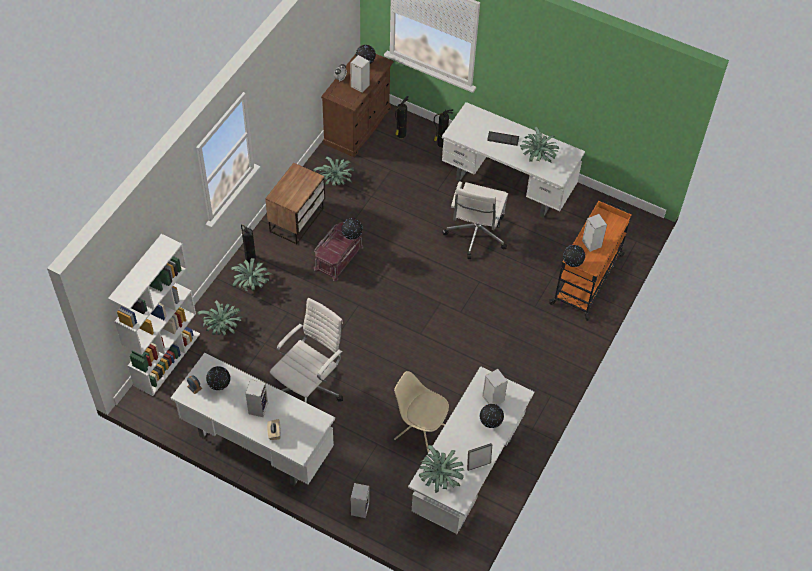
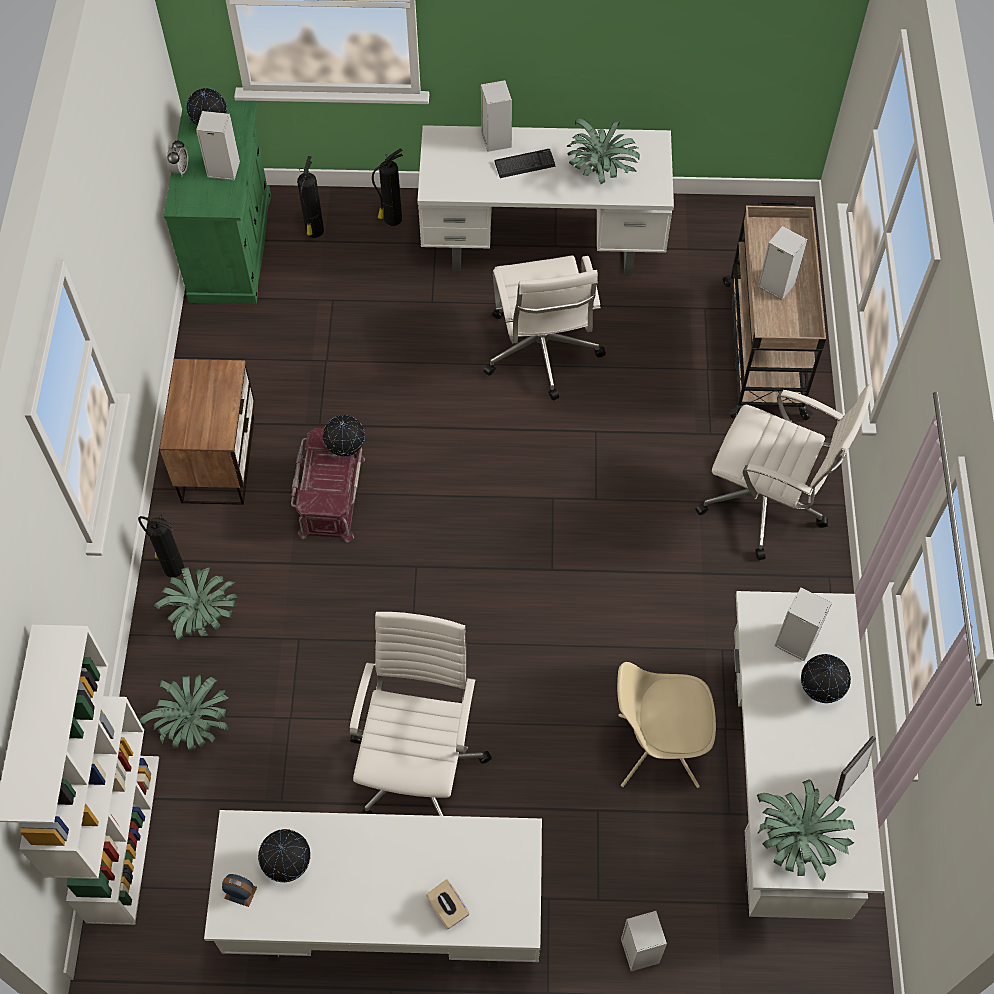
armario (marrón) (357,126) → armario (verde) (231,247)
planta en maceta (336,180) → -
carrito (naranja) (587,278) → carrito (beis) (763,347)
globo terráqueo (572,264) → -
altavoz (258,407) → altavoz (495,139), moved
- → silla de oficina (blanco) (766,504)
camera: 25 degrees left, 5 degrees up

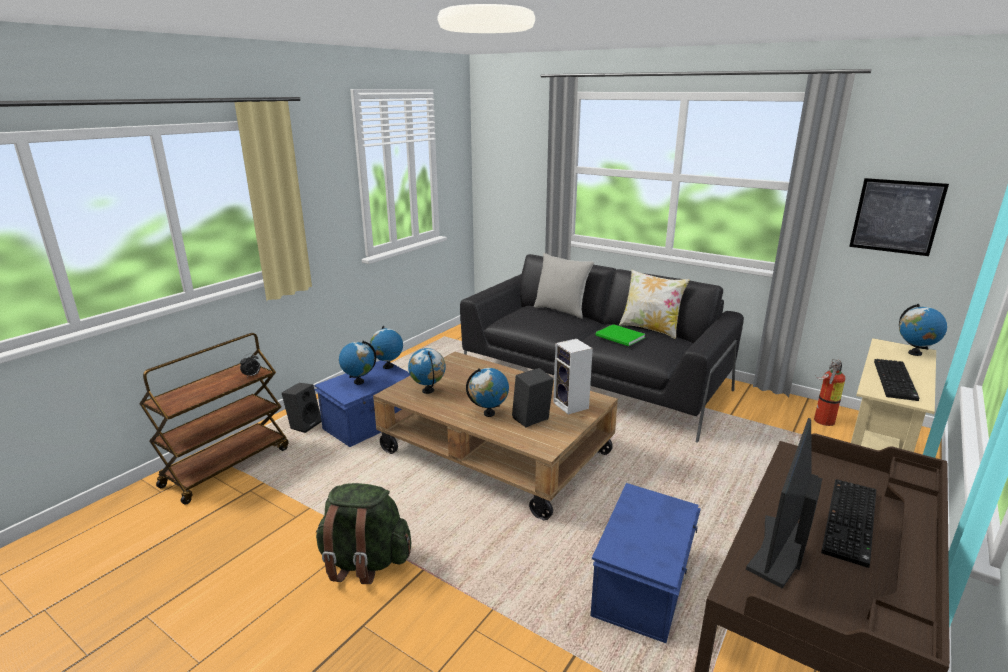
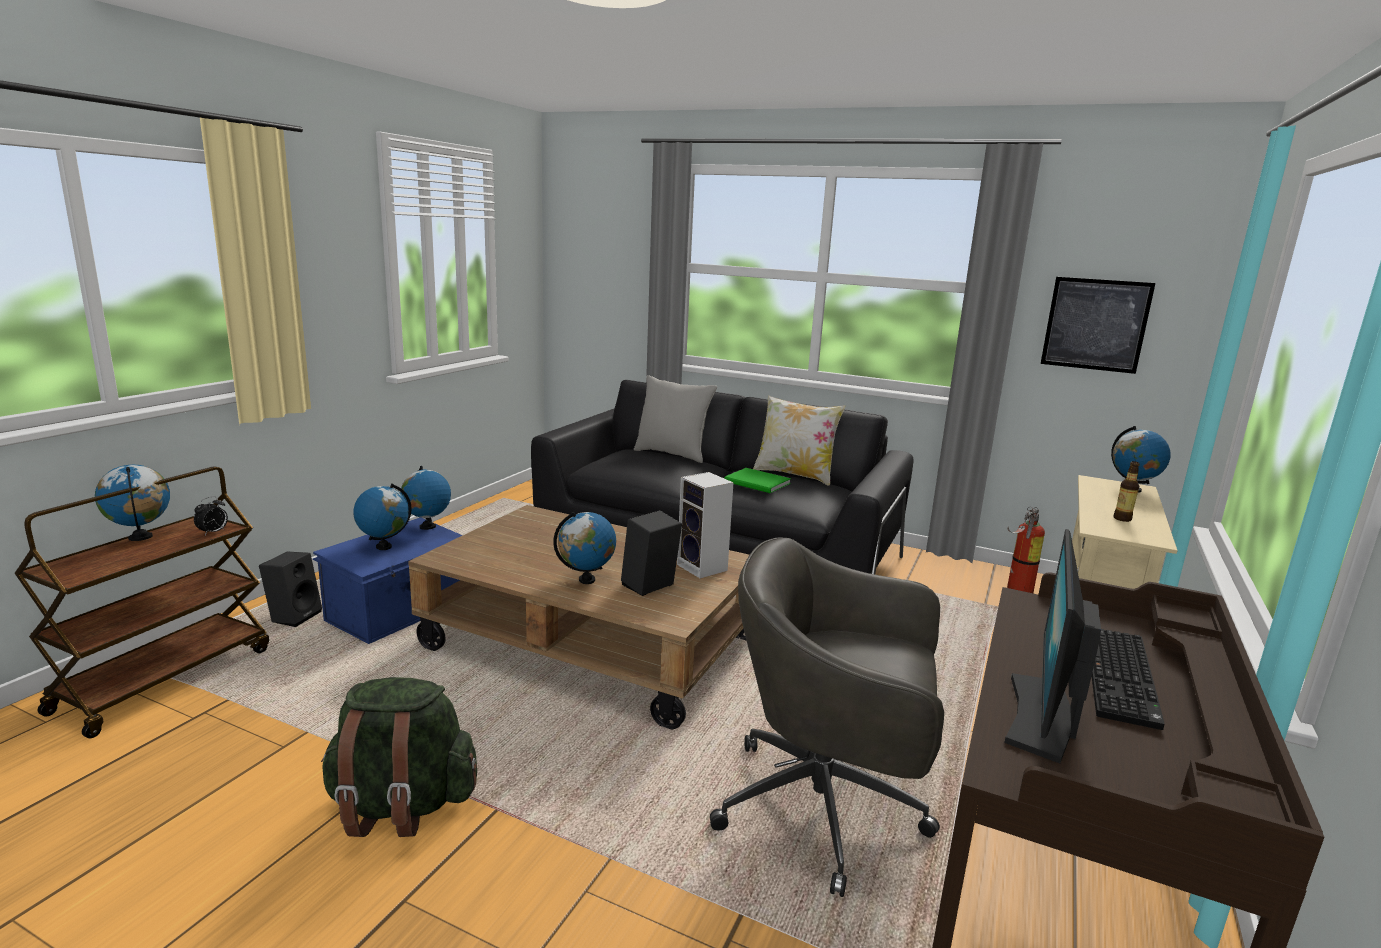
globo terráqueo (428,391) → globo terráqueo (141,537), moved
teclado (896,381) → botella (1122,519)
caja de almacenaje (azul) (644,586) → silla de oficina (gris) (826,809)
camera: 10 degrees left, 5 degrees down

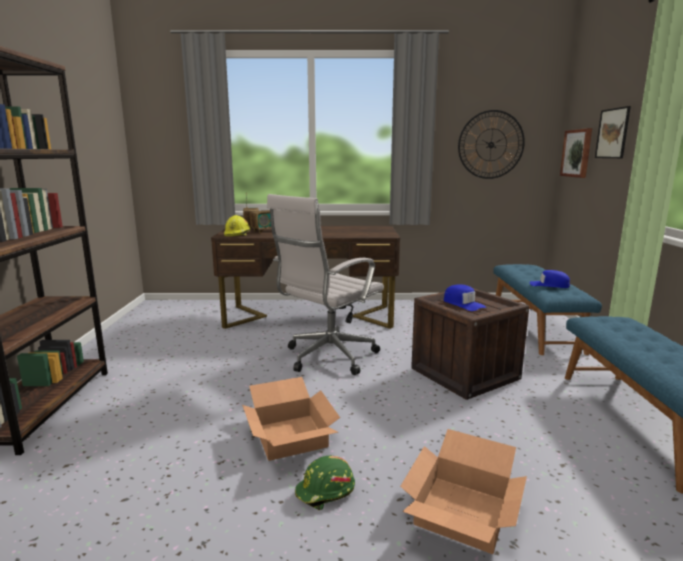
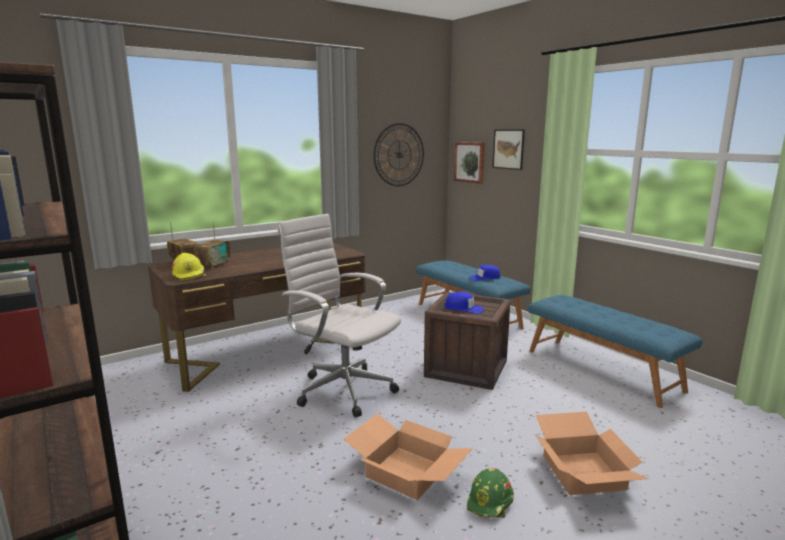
silla de oficina (blanco) (327,357) → silla de oficina (blanco) (342,389), 120 degrees clockwise
camera: 35 degrees left, 0 degrees up

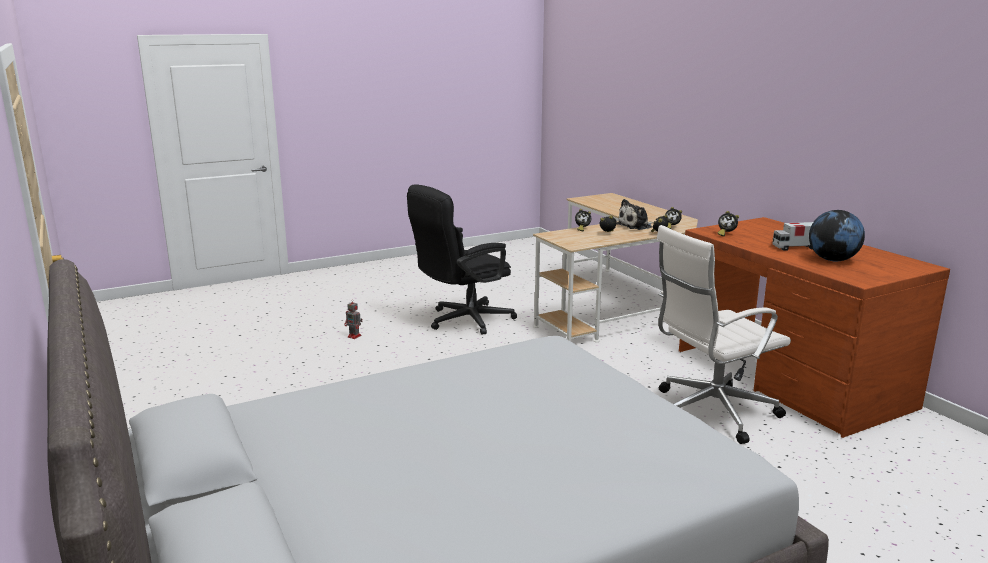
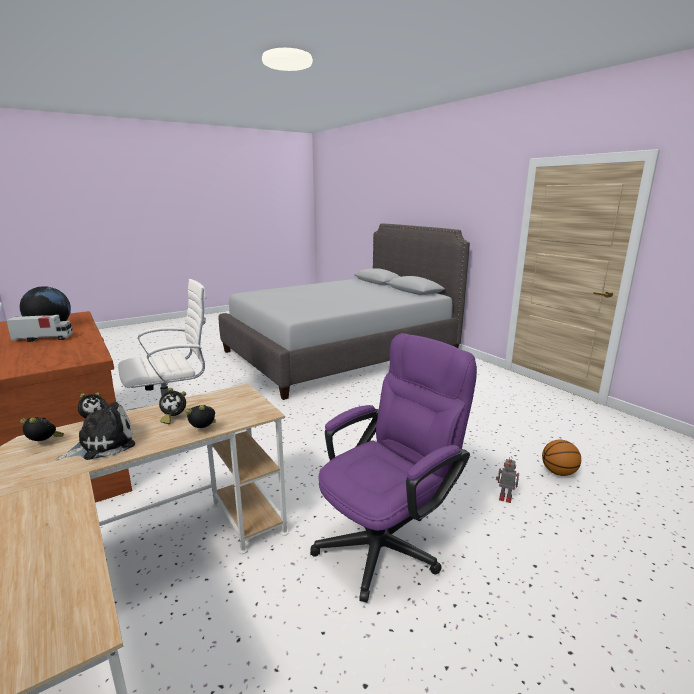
silla de oficina (negro) (463,321) → silla de oficina (morado) (388,541)
despertador (726,234) → -
- → balón de baloncesto (558,472)
camera: 175 degrees right, 0 degrees up

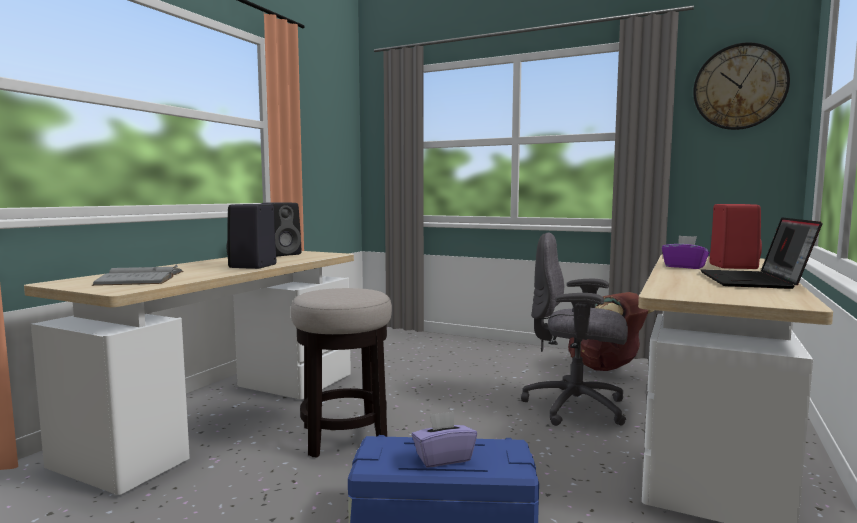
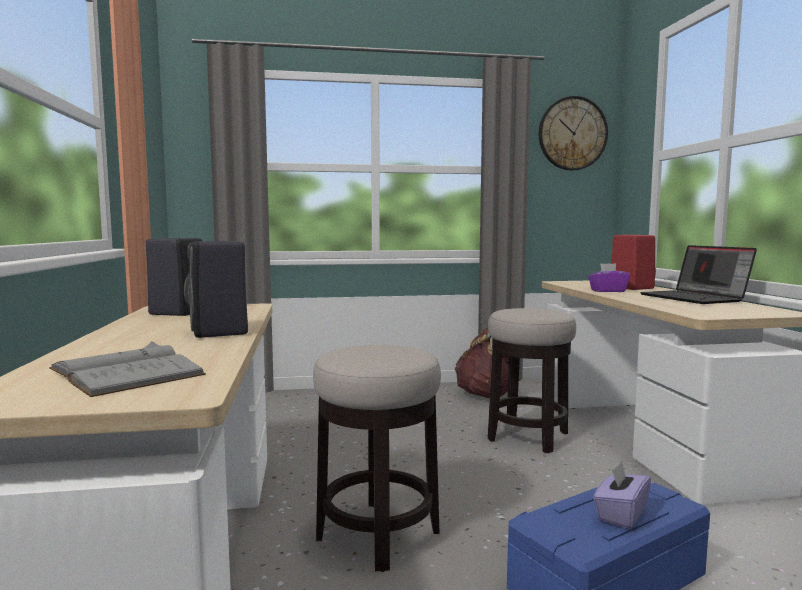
silla de oficina (gris) (577,407) → taburete (528,436)
camera: 35 degrees left, 0 degrees up

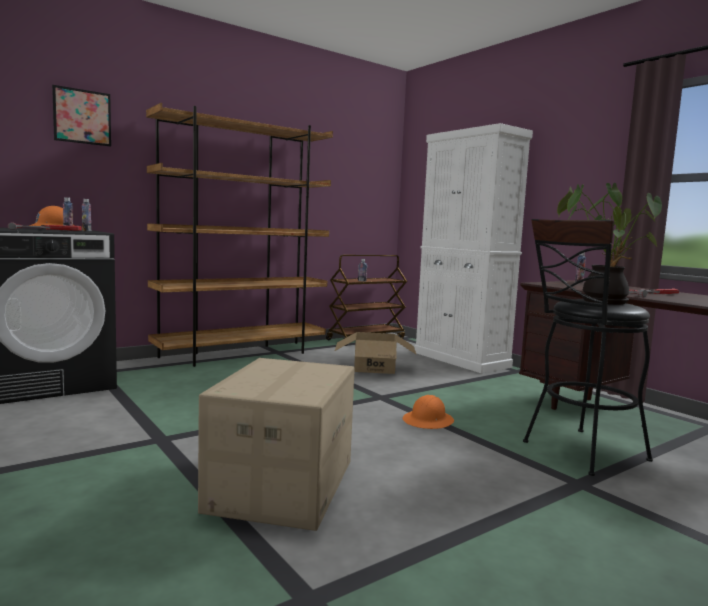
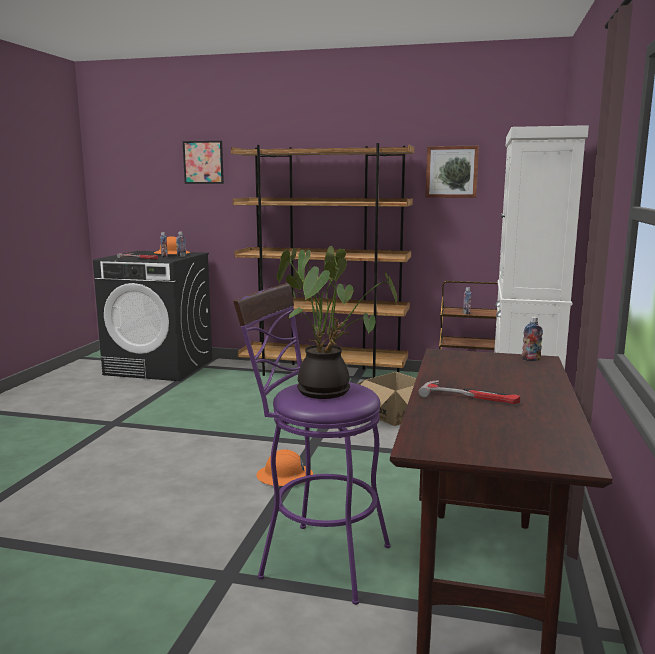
taburete (negro) (578,452) → taburete (morado) (315,558)
caja de cartón (281,485) → -
- → cuadro (451,172)
camera: 50 degrees right, 5 degrees up

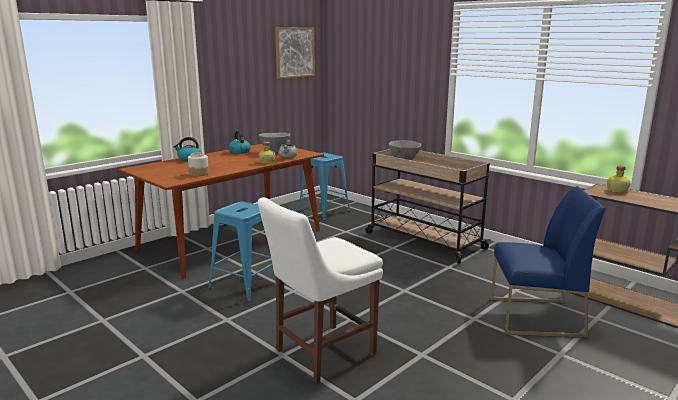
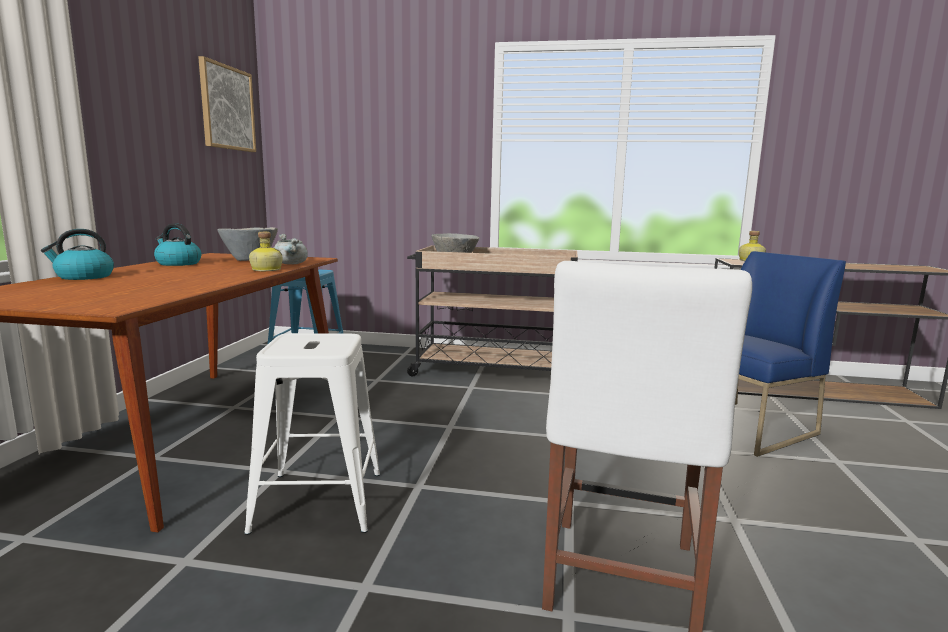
tarro (199,174) → -
taburete (azul) (246,284) → taburete (blanco) (318,501)
camera: 35 degrees left, 5 degrees down

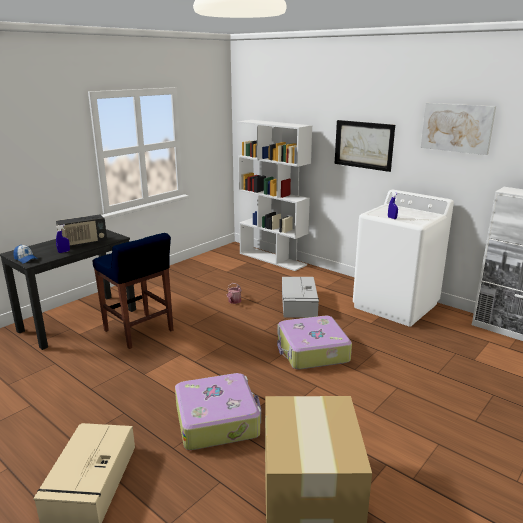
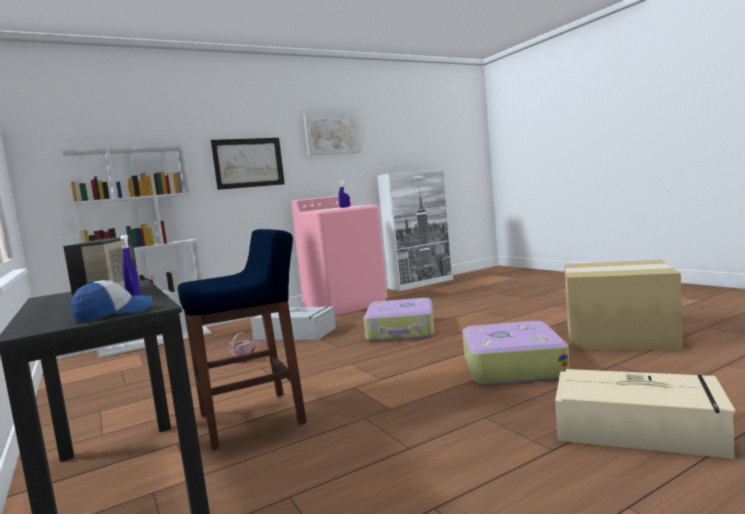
lavadora (blanco) (396,305) → lavadora (rosa) (345,305)
camera: 70 degrees left, 15 degrees down

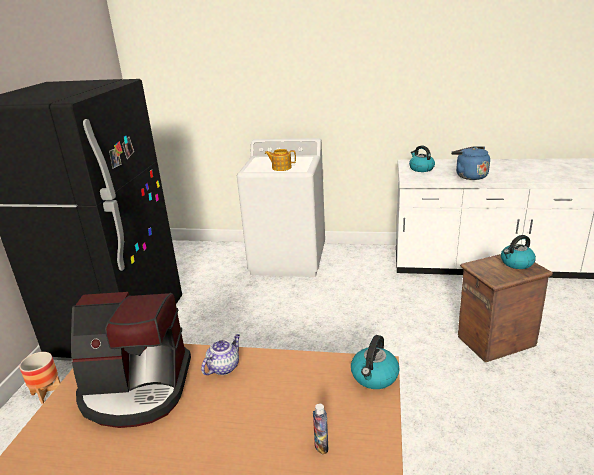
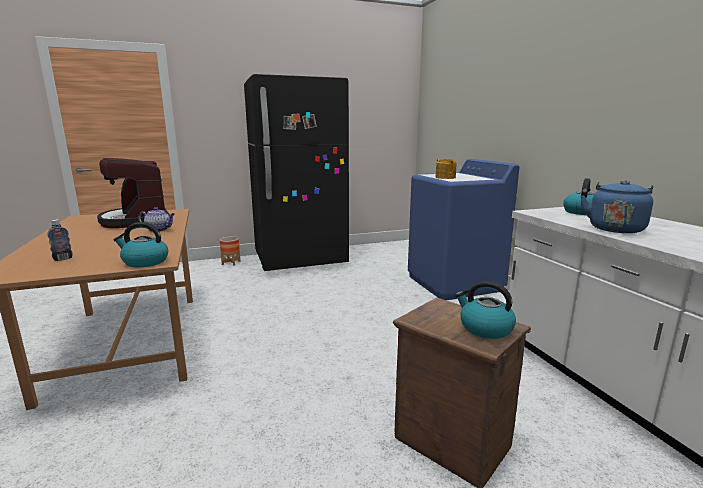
lavadora (blanco) (288,259) → lavadora (azul) (454,283)
camera: 60 degrees right, 10 degrees down

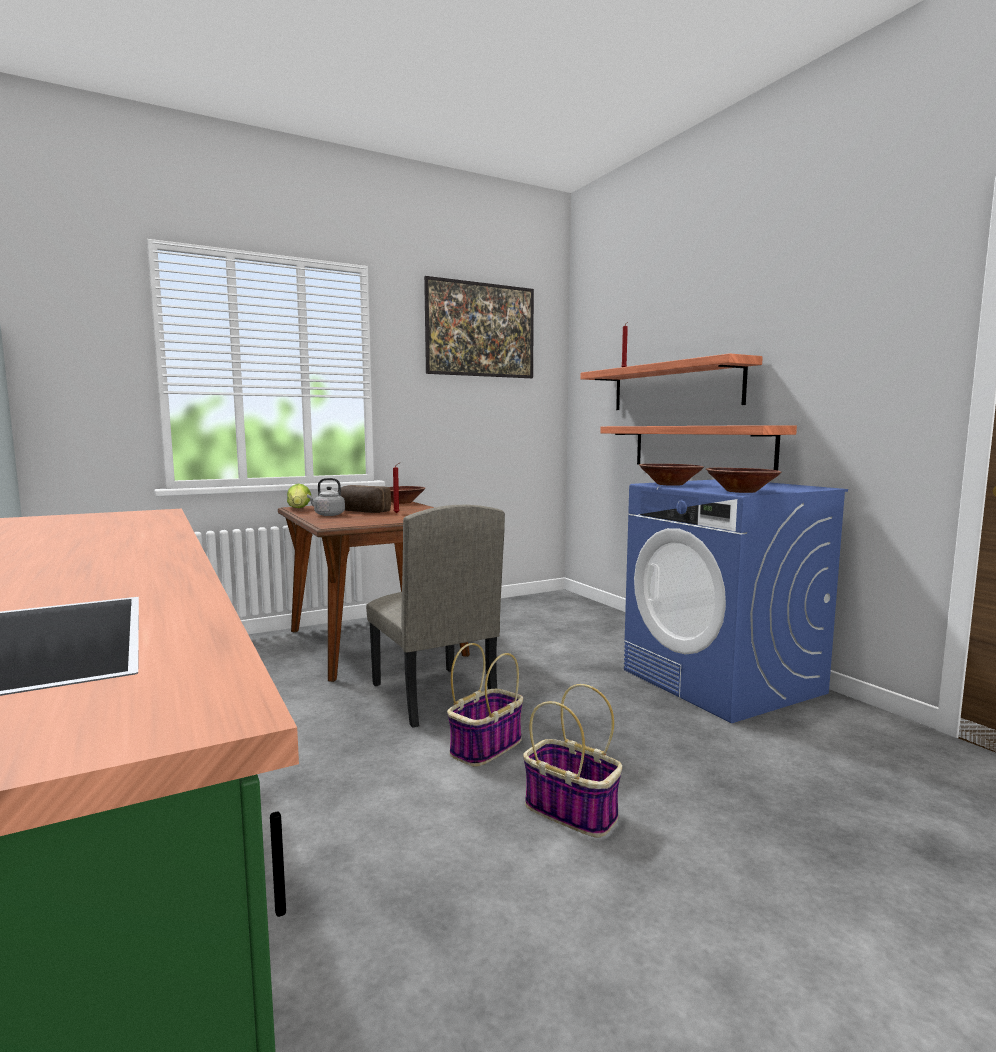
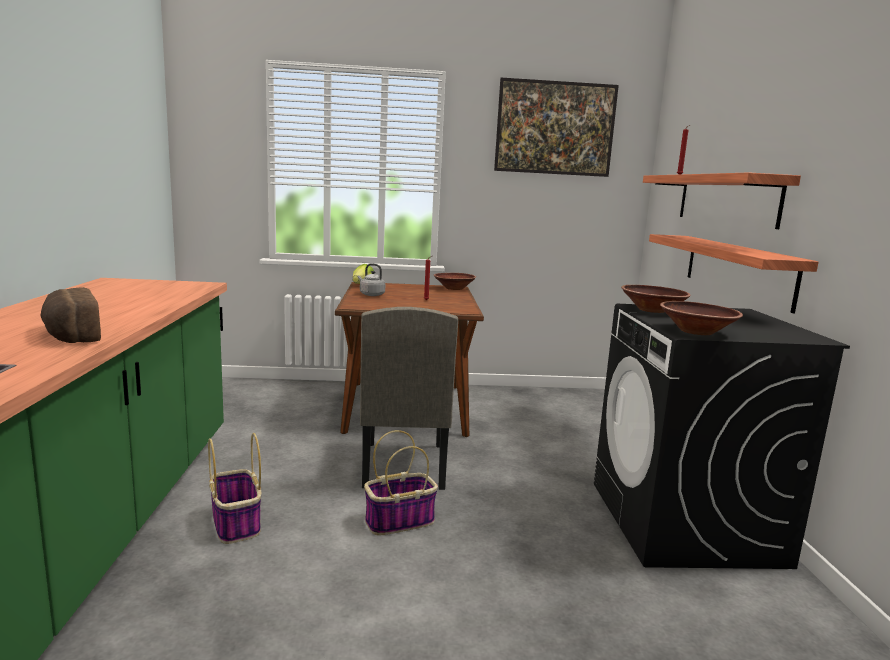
lavadora (azul) (722,681) → lavadora (negro) (685,523)
pan (362,511) → pan (70,335), moved
cesta (573,811) → cesta (236,524), moved
camera: 25 degrees right, 5 degrees up

